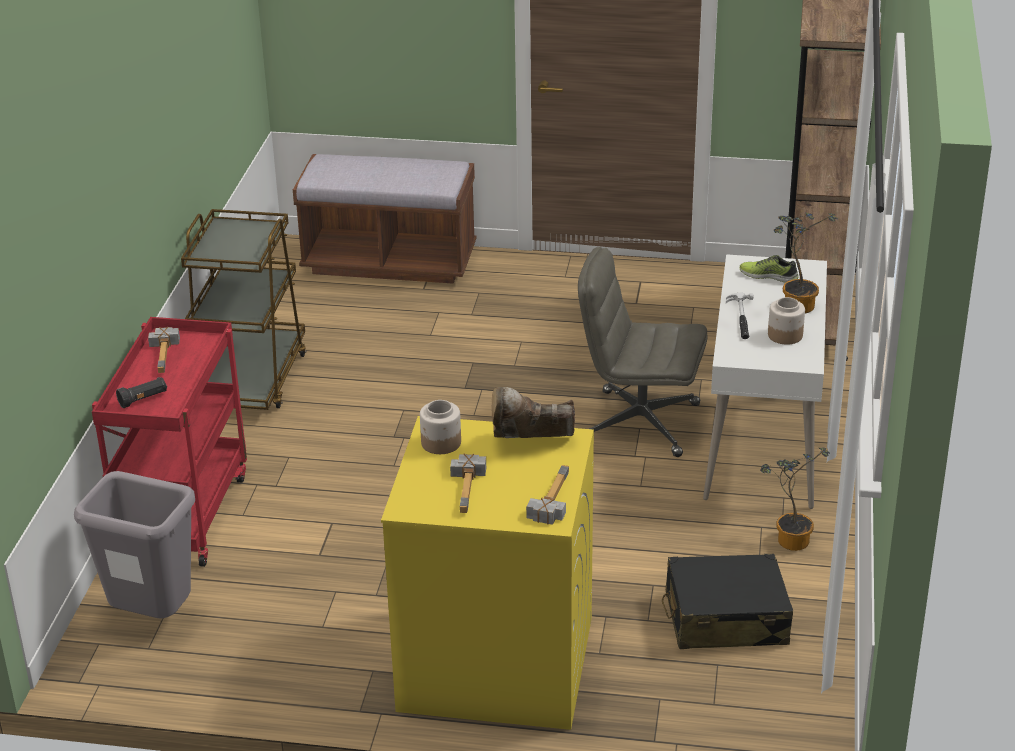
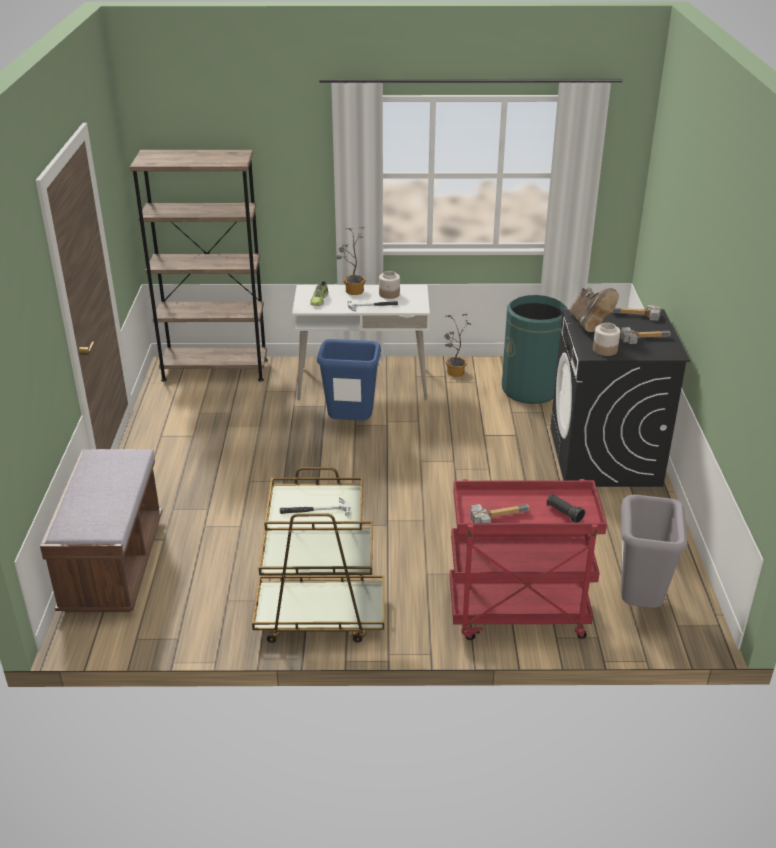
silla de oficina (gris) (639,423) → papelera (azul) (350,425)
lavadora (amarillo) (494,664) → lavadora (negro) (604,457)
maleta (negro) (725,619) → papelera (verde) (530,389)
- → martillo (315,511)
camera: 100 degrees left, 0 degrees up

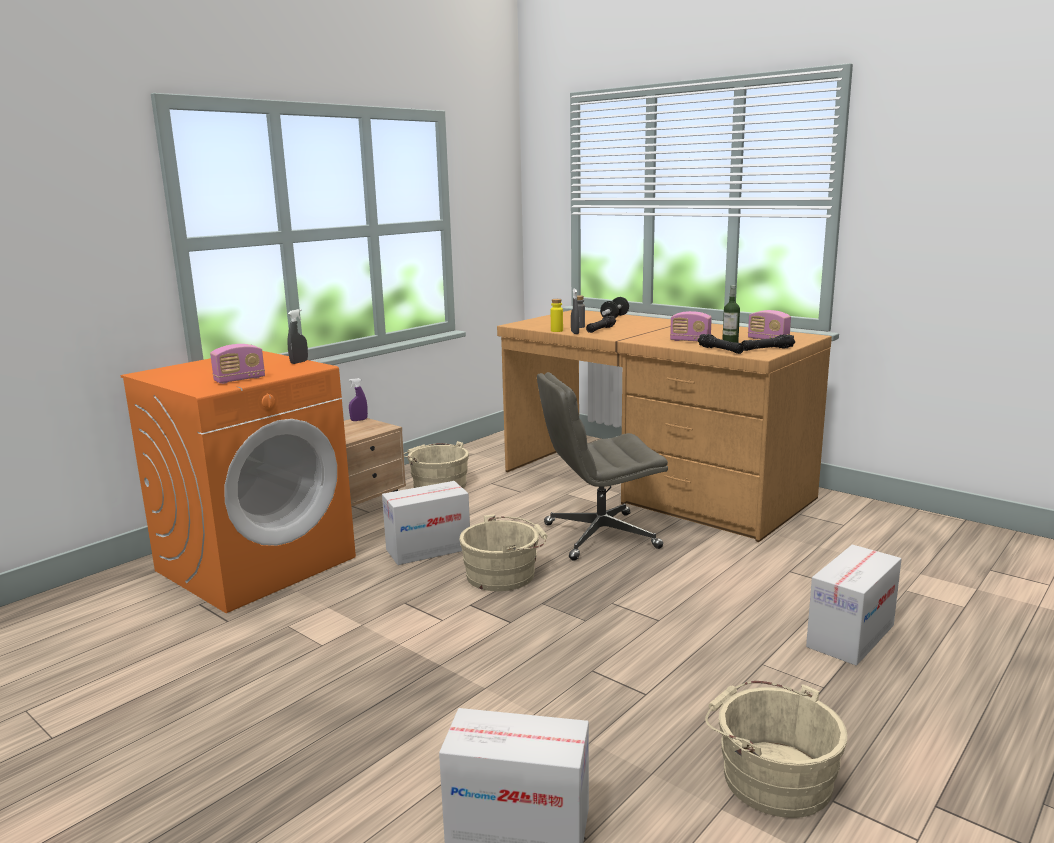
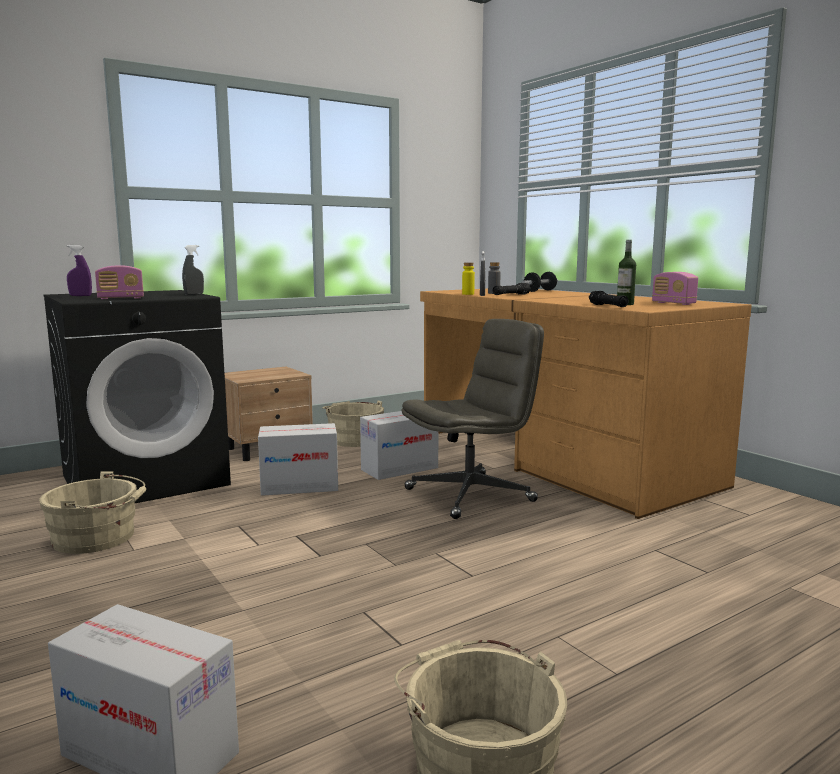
radio (690,341) → -
linterna (negro) (767,349) → -
lavadora (naranja) (257,563) → lavadora (negro) (146,480)
silla de oficina (gris) (599,536) → silla de oficina (gris) (470,495), 150 degrees clockwise
pulverizador (morado) (359,420) → pulverizador (morado) (80,296), moved
cubo (beis) (505,574) → cubo (beis) (99,537), moved
caja de cartón (851,636) → caja de cartón (399,469), moved
camera: 15 degrees right, 5 degrees down

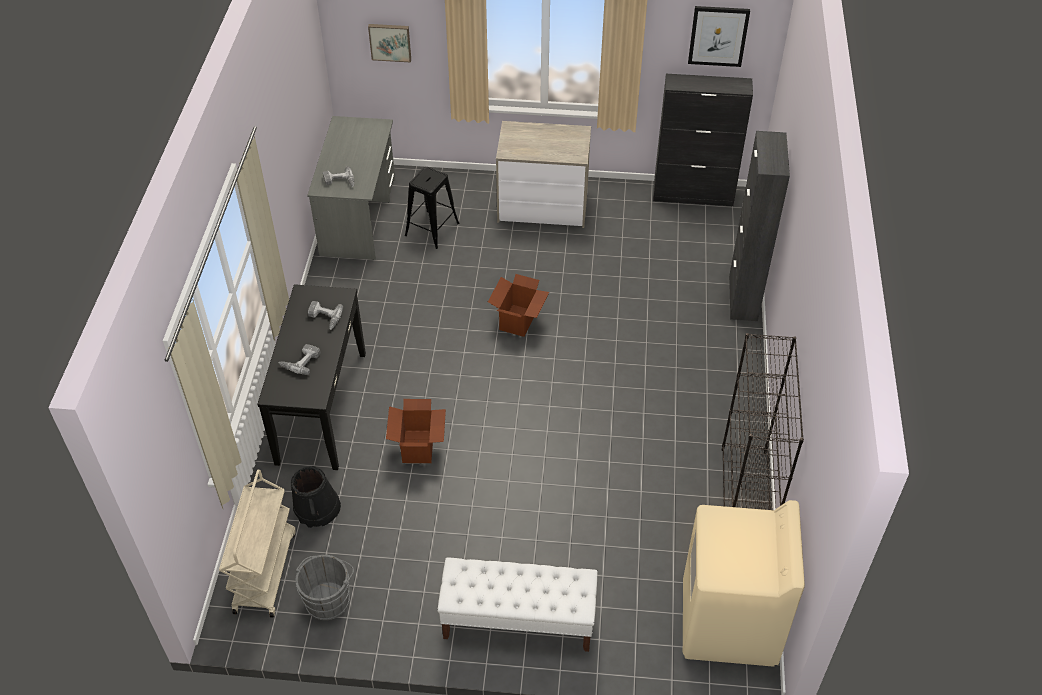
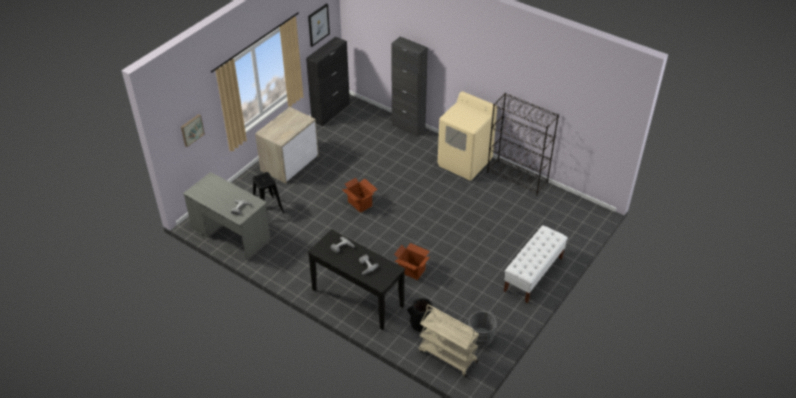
lavadora (beis) (729,623) → lavadora (beis) (465,162), moved
camera: 60 degrees left, 5 degrees down

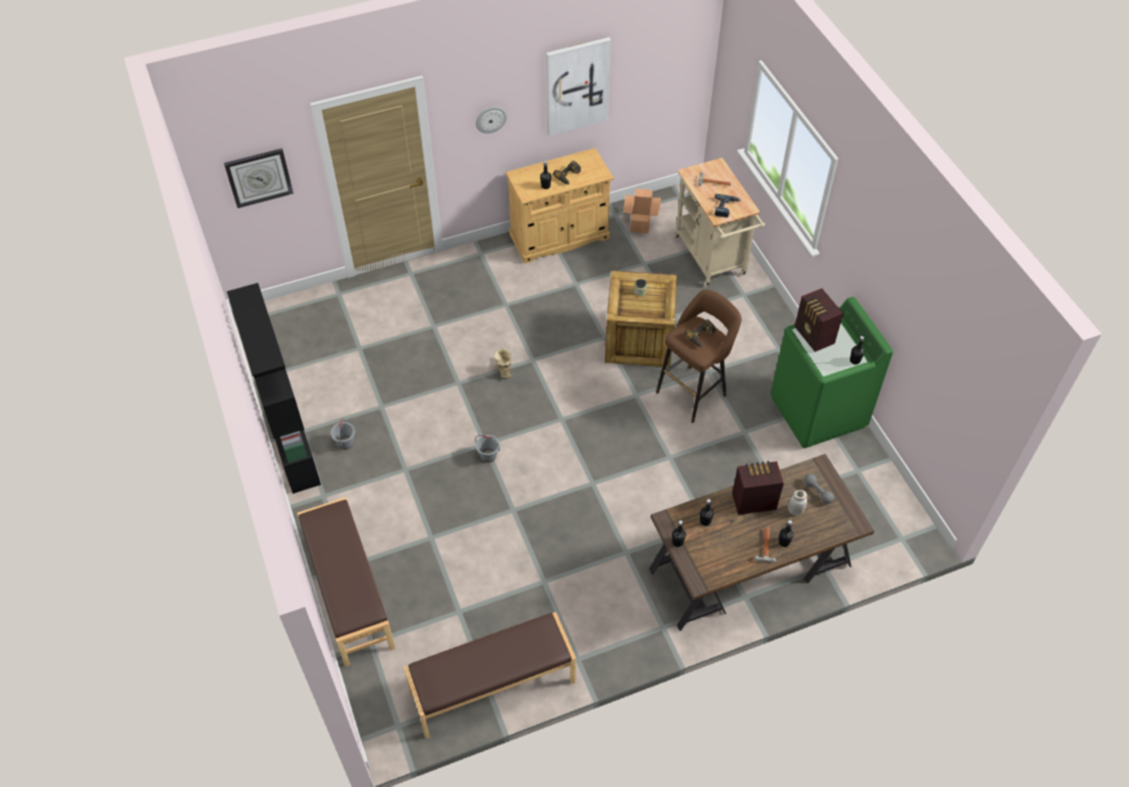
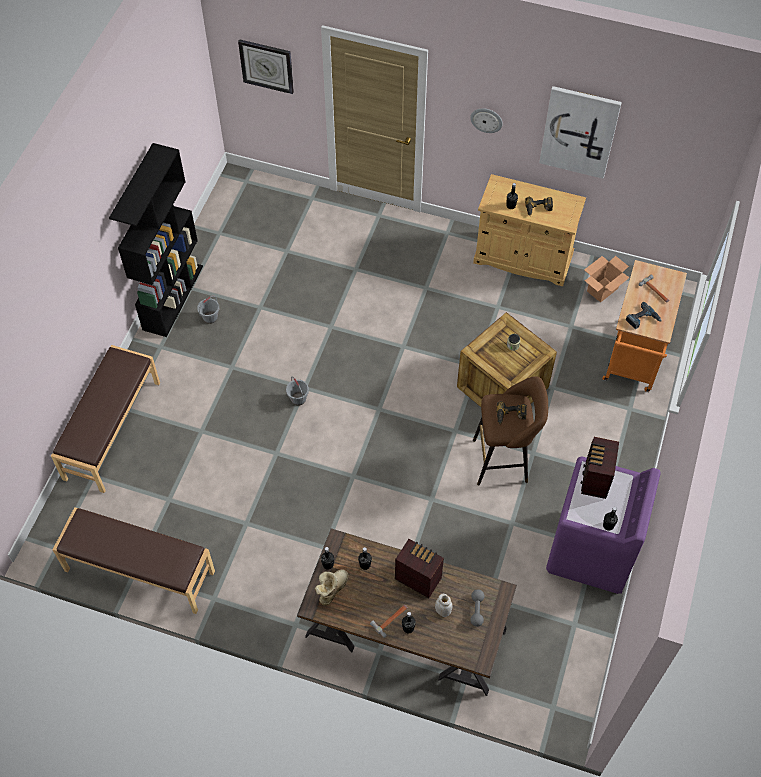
carrito (beis) (712,259) → carrito (naranja) (633,360)
lavadora (verde) (818,412) → lavadora (morado) (591,552)
bota (503,368) → bota (331,589), moved
camera: 40 degrees right, 5 degrees up

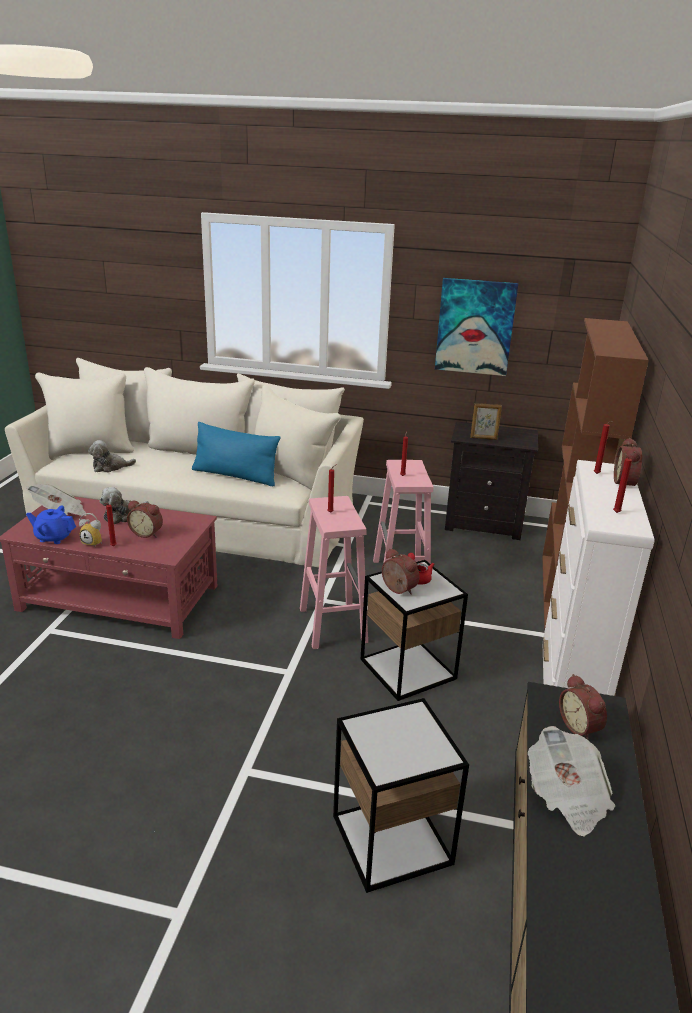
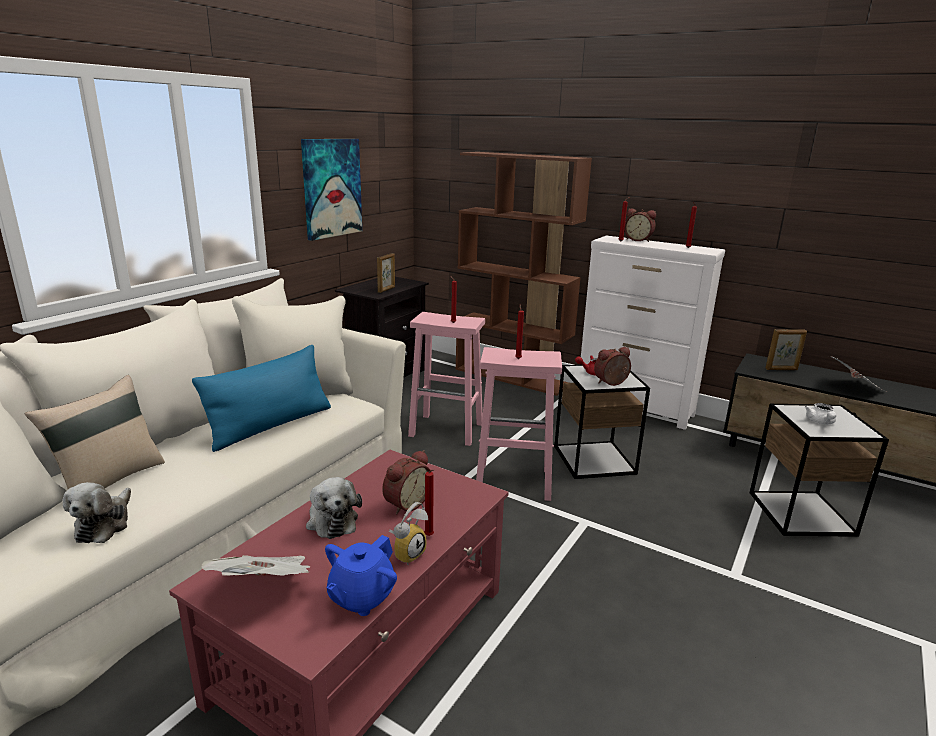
despertador (580,726) → portarretratos (781,369)
- → cojín (beis) (109,480)
- → tetera (blanco) (820,422)
camera: 70 degrees left, 5 degrees down

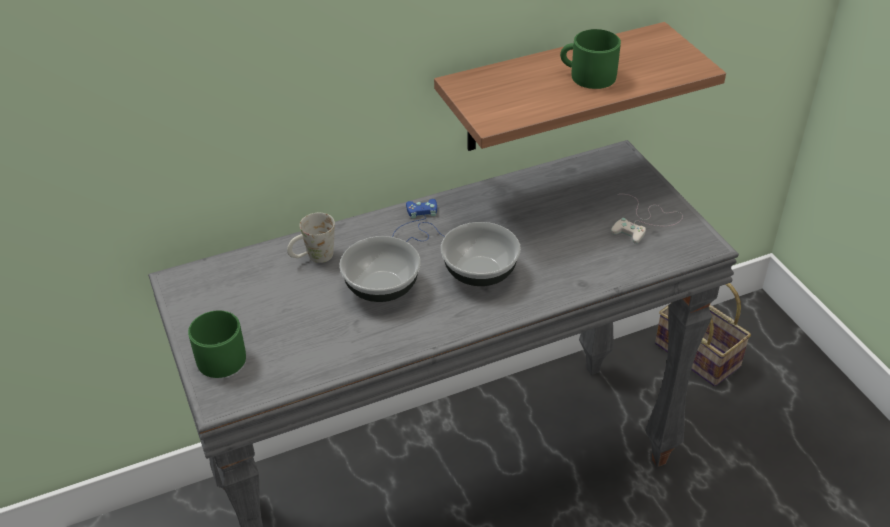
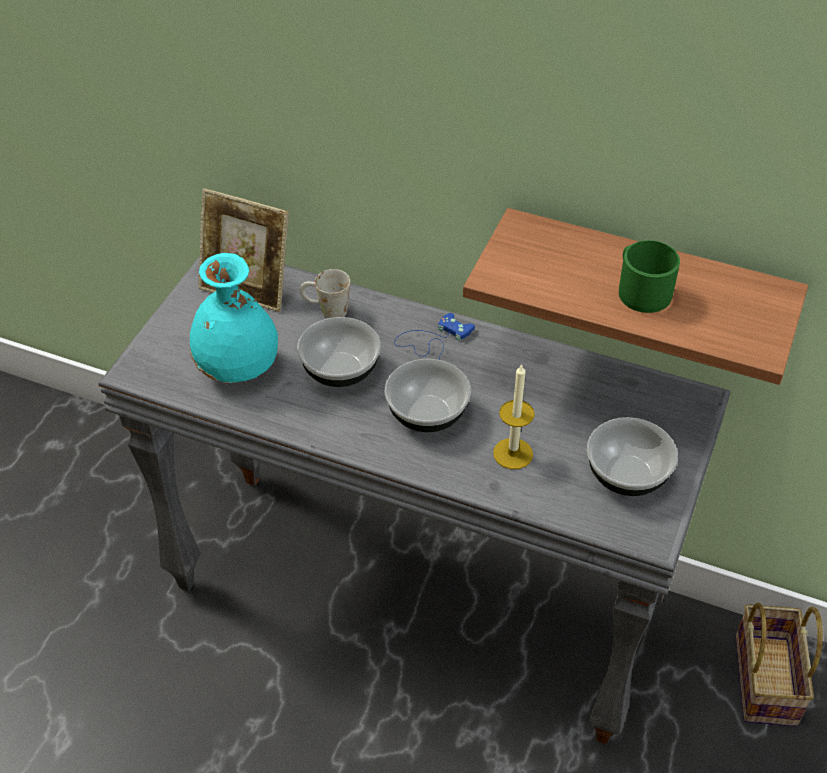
mando de consola (blanco) (645,222) → cuenco (628,476)
taza grande (verde) (217,356) → -
- → portarretratos (247,289)
- → florero (turquesa) (238,370)
- → vela (513,453)
camera: 45 degrees right, 5 degrees up

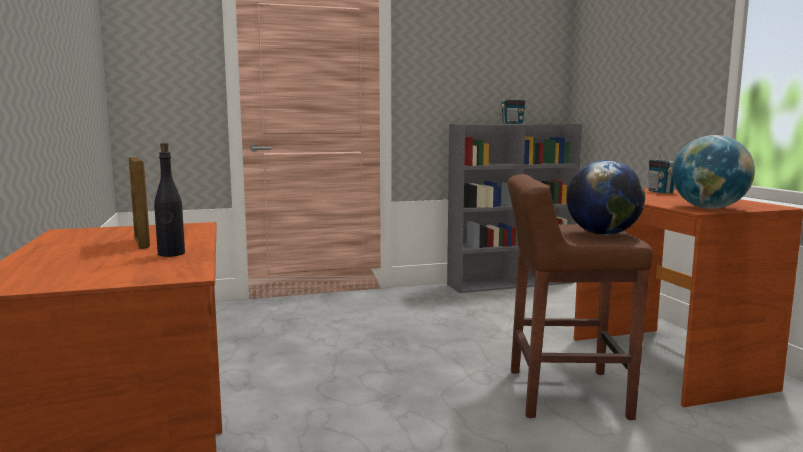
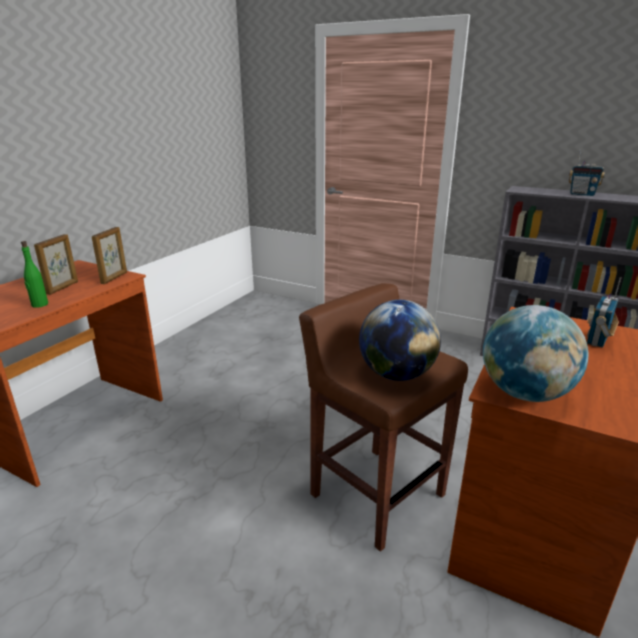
botella (negro) (171,254) → botella (verde) (39,304)
- → portarretratos (114,278)
camera: 45 degrees right, 15 degrees up

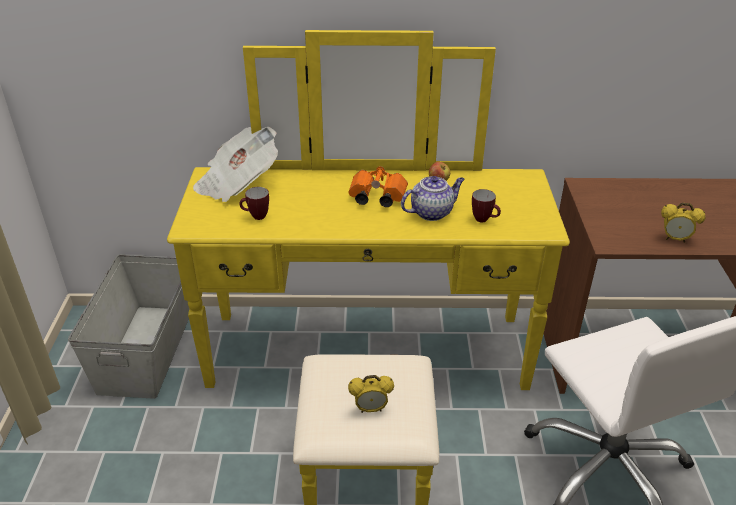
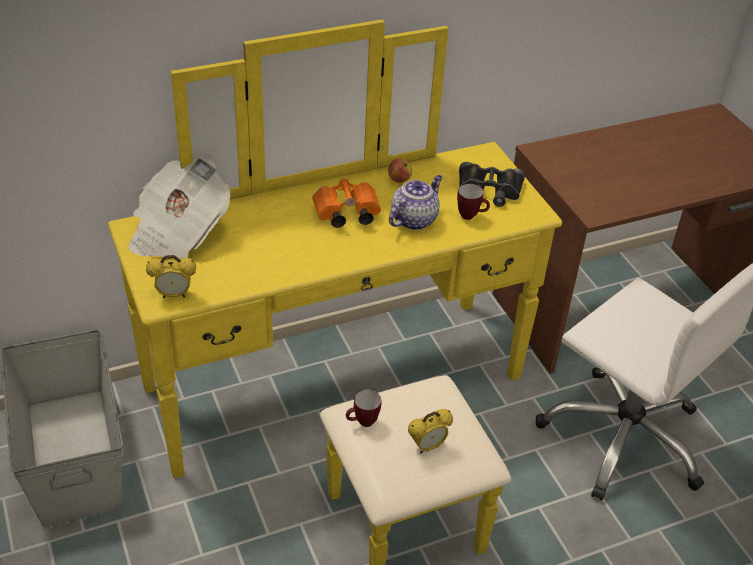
taza grande (255,217) → taza grande (362,423), moved
despertador (675,239) → despertador (174,295), moved
- → prismáticos (negro) (489,190)
camera: 25 degrees left, 5 degrees up

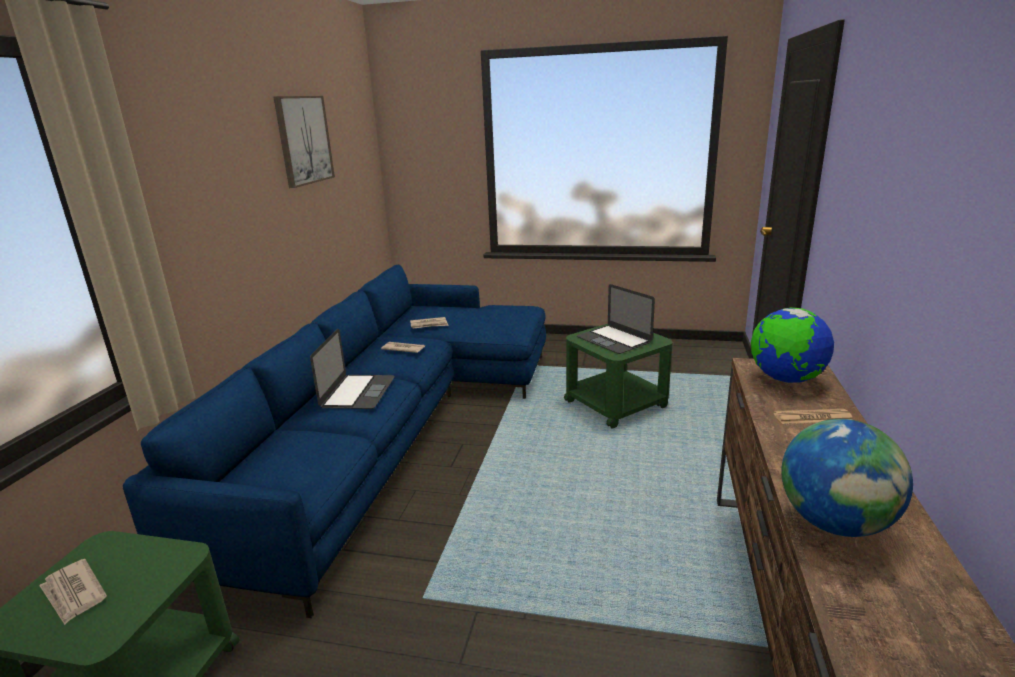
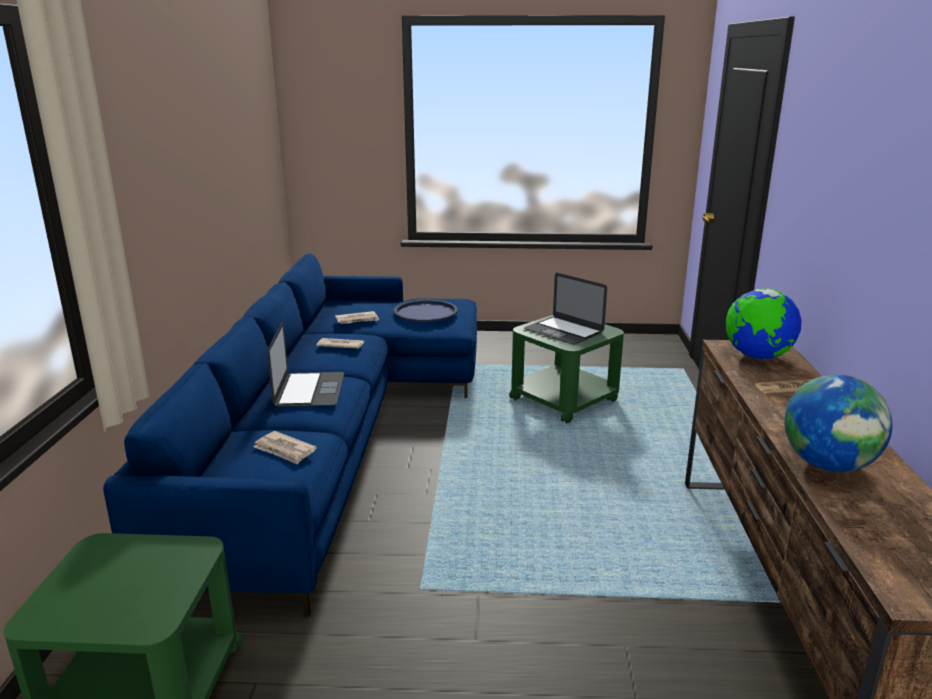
cuadro (303,140) → -
periódico (73,594) → periódico (285,450), moved
- → bandeja (azul) (425,312)
camera: 10 degrees left, 0 degrees up

